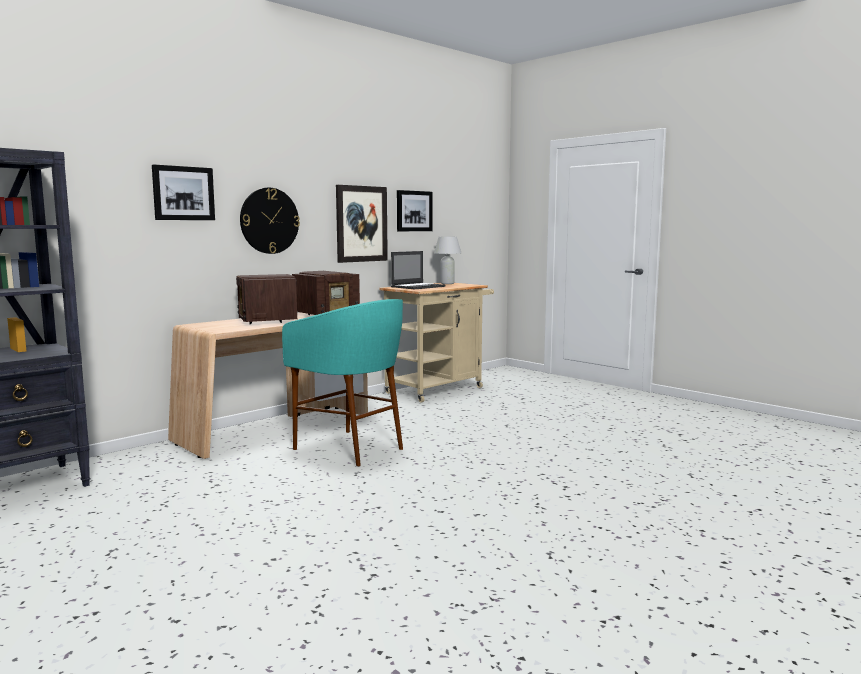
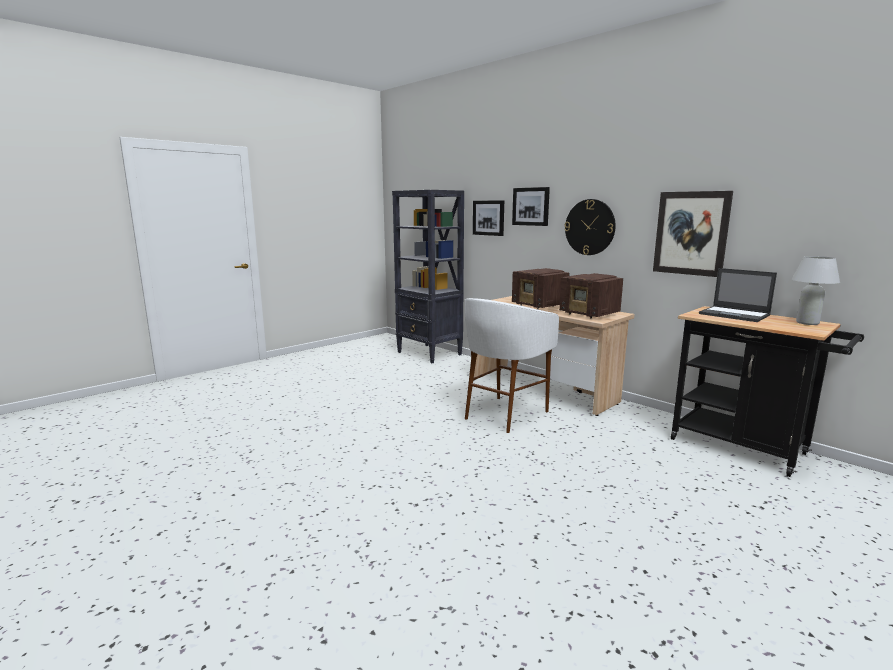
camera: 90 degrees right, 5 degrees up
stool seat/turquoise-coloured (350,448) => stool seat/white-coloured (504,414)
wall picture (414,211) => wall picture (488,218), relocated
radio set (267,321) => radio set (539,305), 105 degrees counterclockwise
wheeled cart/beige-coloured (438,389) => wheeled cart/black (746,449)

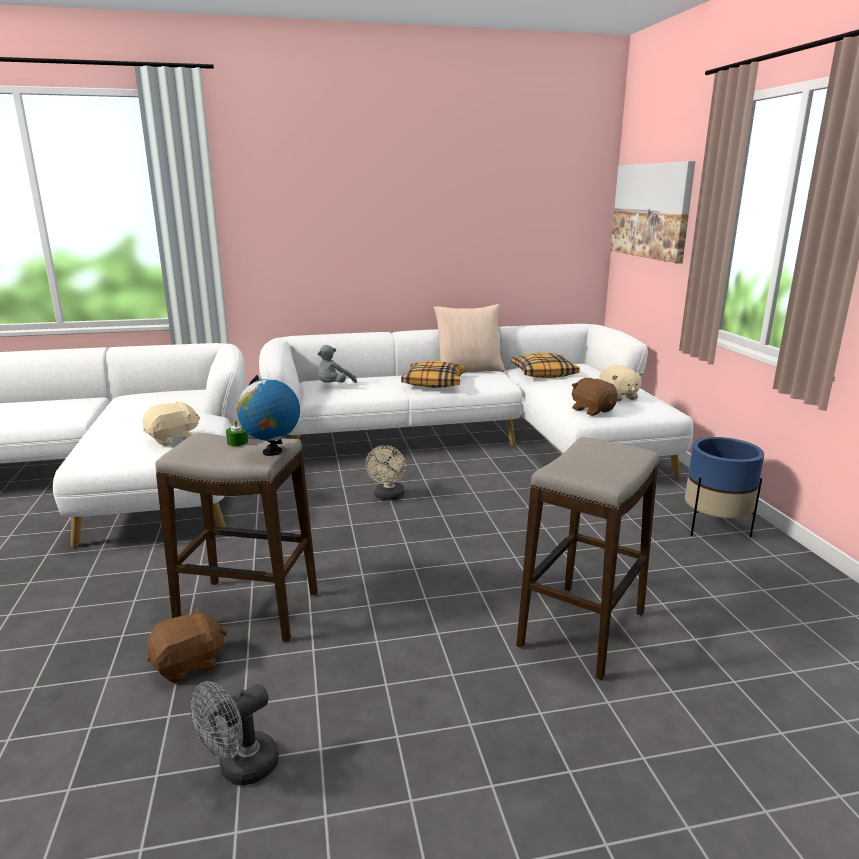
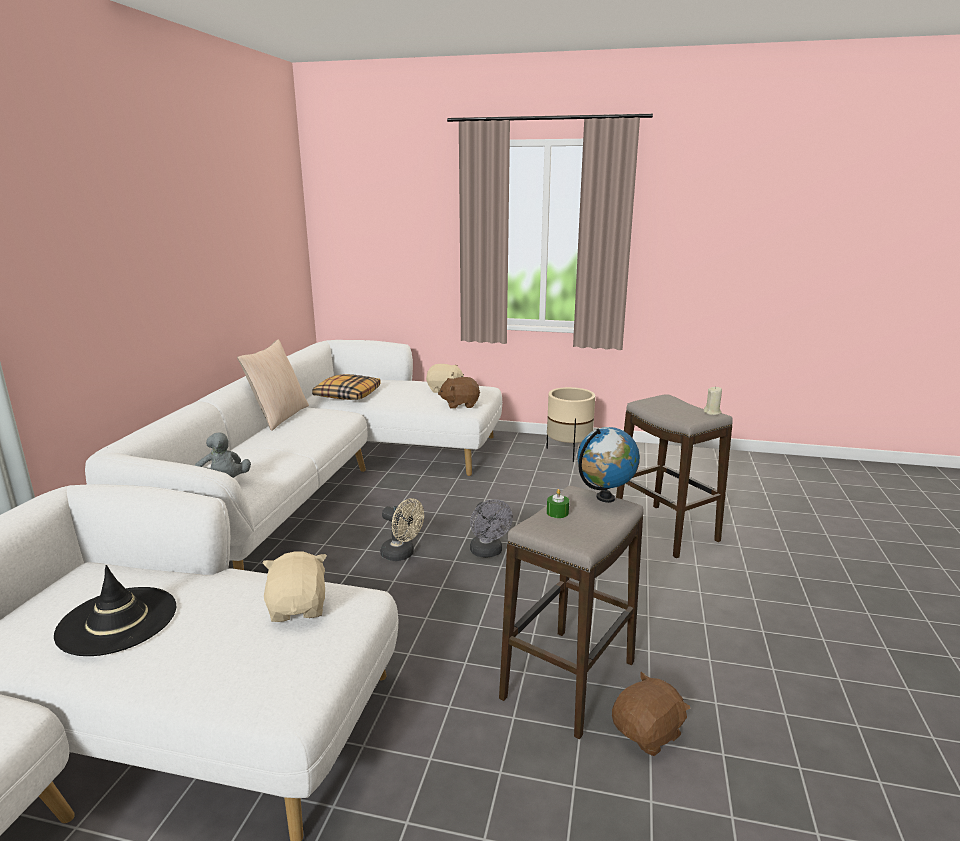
camera: 65 degrees left, 0 degrees up
nothing => hat/black (118,621)
cooling fan/gray (240,769) => cooling fan/gray (488,552), relocated
planter/blue (714,528) => planter/beige-coloured (568,452)
soft toy/brown-coloured (189,665) => soft toy/brown-coloured (648,733), 60 degrees clockwise
nothing => candle/beige-coloured (712,412)
cushion (434,382) => nothing
wall picture (651,211) => nothing

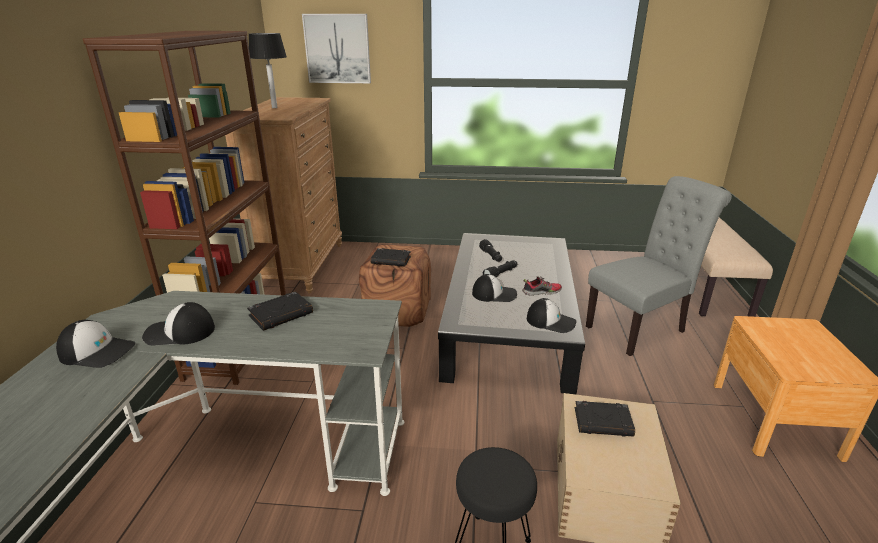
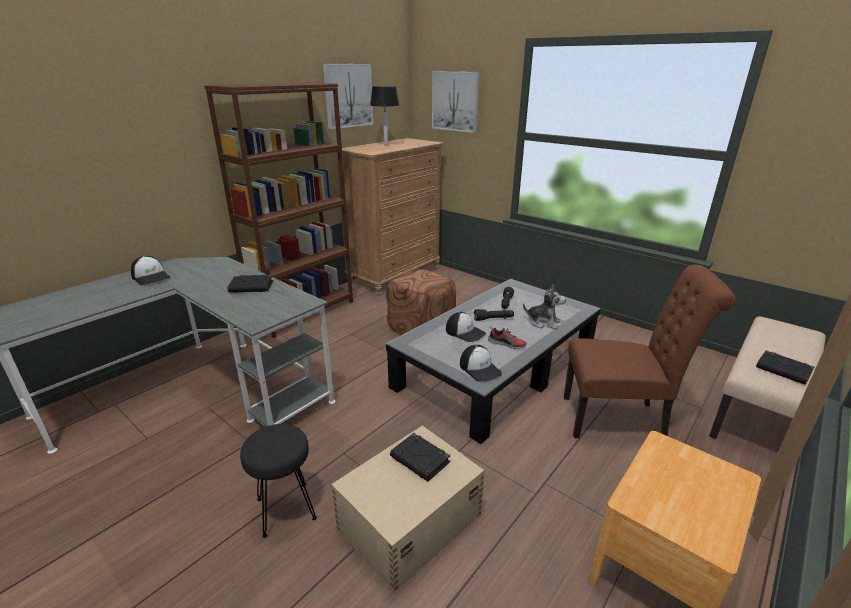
camera: 35 degrees right, 0 degrees up
nothing => wall picture (348,96)
nothing => soft toy (543,322)
chair/gray (640,328) => chair/brown-coloured (619,419)
volume/black (391,260) => volume/black (784,370), relocated
baseball cap (179,332) => nothing

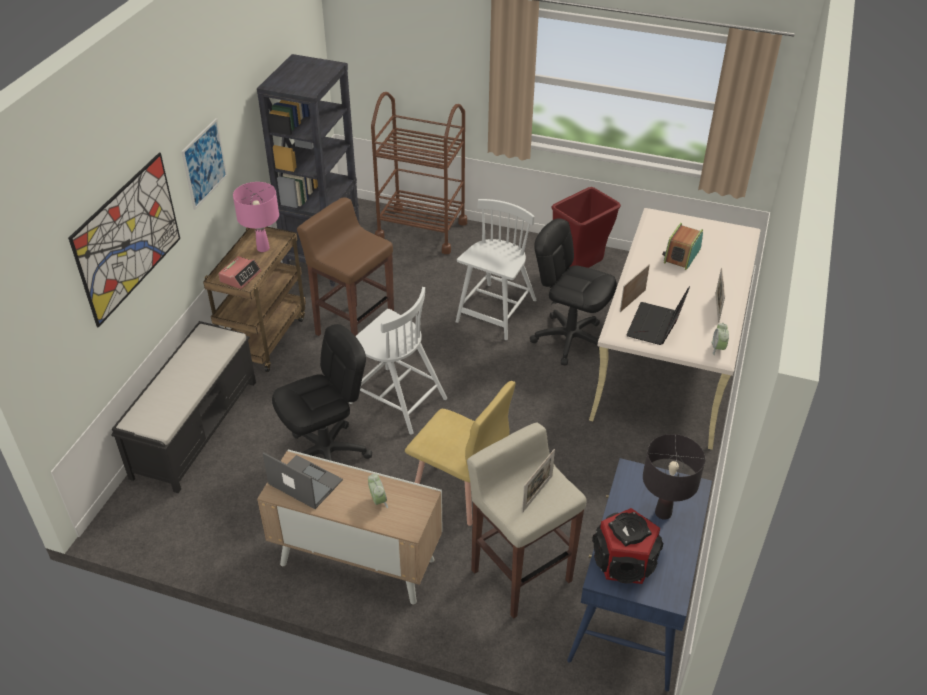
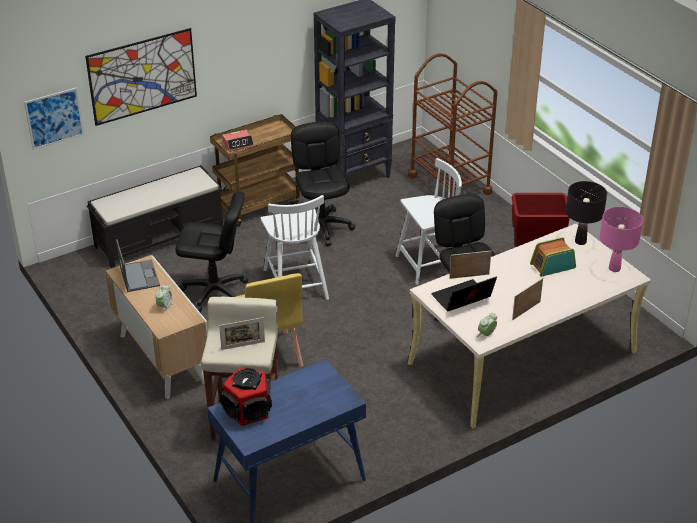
camera: 40 degrees right, 5 degrees down
wall picture (204,163) => wall picture (54,118), relocated
stool seat/brown-coloured (354,329) => computer chair/black (321,227)
table lamp/black (663,513) => table lamp/black (580,241), relocated
table lamp/pinkish (263,248) => table lamp/pinkish (614,268), relocated

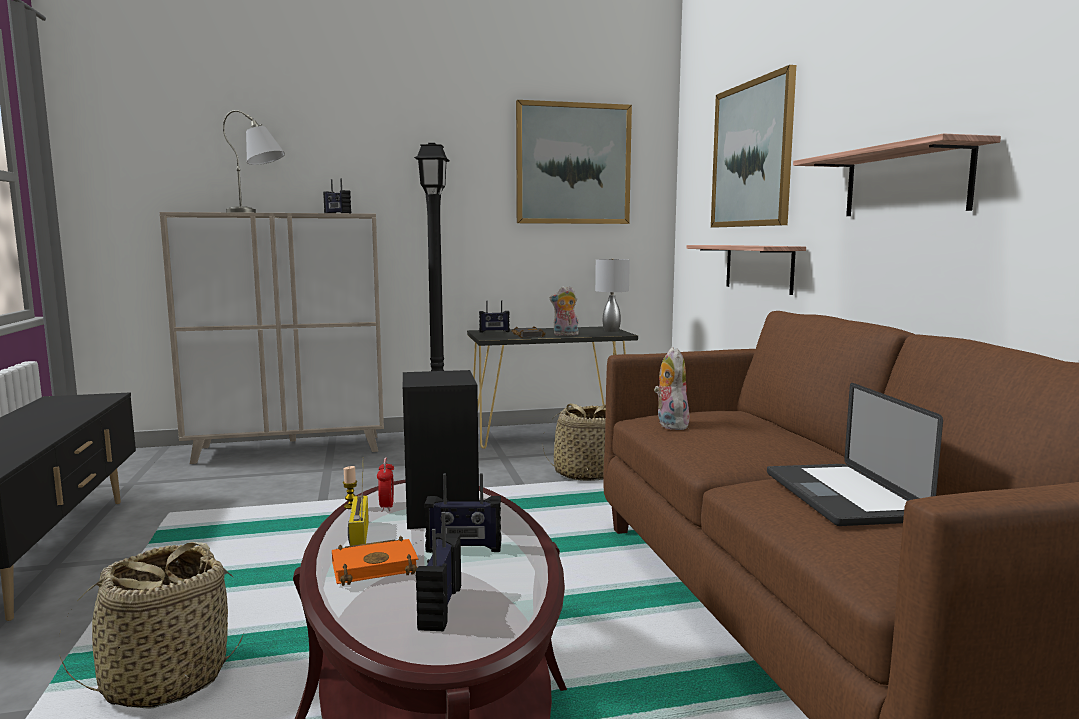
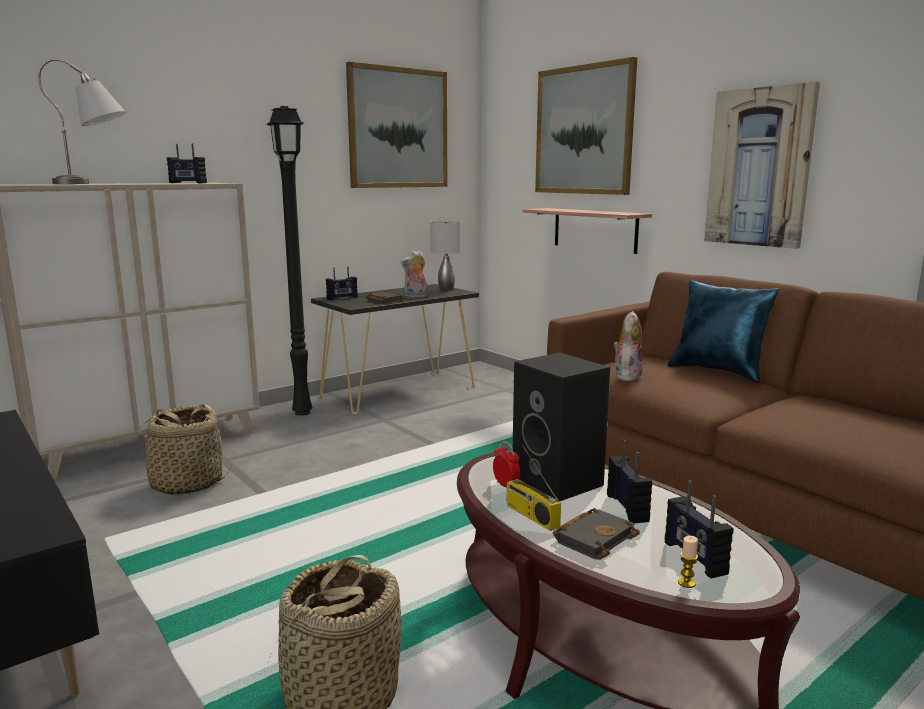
camera: 25 degrees left, 5 degrees up
household basket (584,474) => household basket (186,483), relocated
volume/orange (376,566) => volume/black (594,538)
radio set (463,548) => radio set (628,508), 75 degrees counterclockwise
soft toy (669,425) => soft toy (626,376), 60 degrees clockwise
nothing => cushion/blue (718,372)
candle (351,506) => candle (686,583), relocated
wall shelf (905,182) => wall picture (759,168)
portable computer (842,496) => nothing

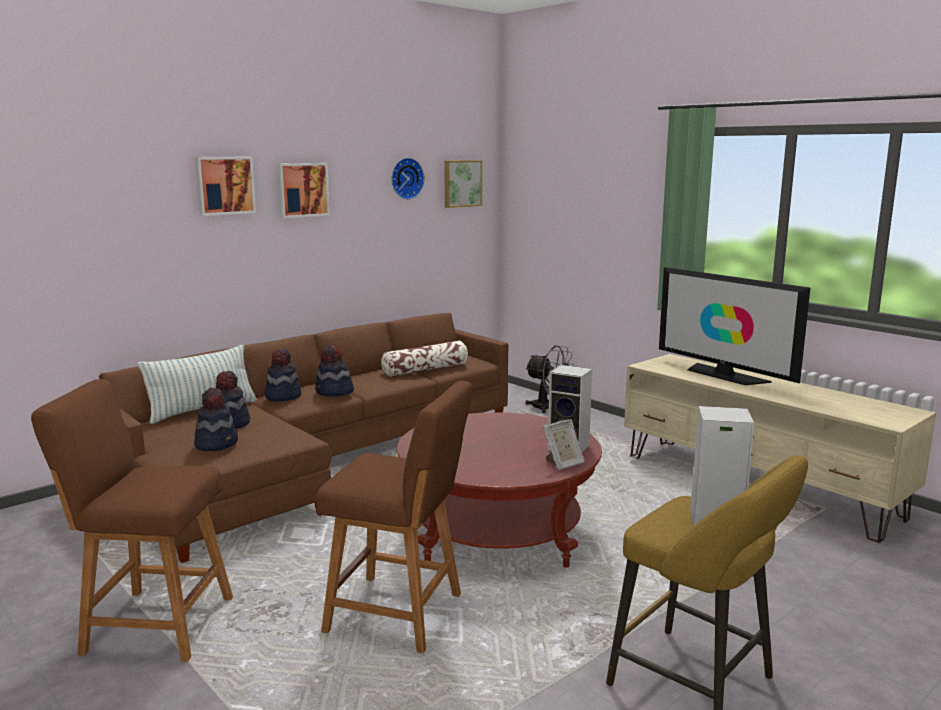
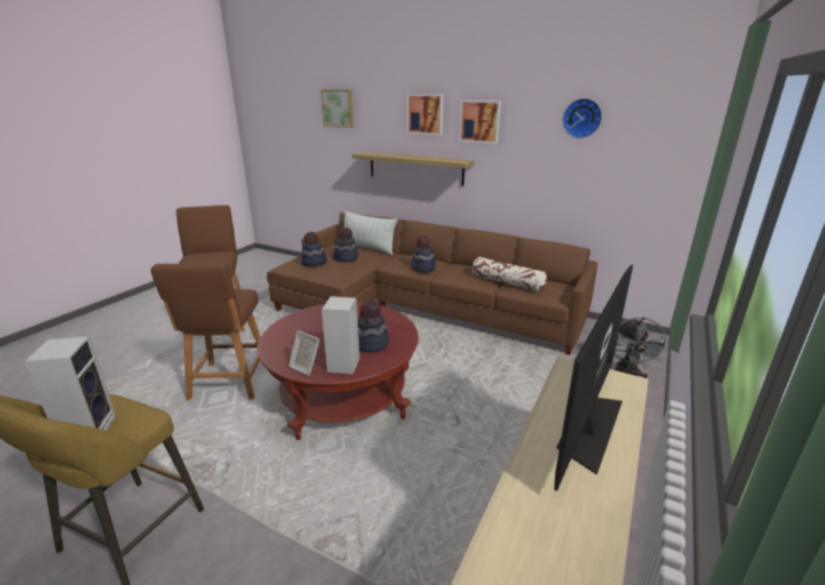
camera: 70 degrees right, 10 degrees up
wall picture (461,183) => wall picture (338,108), relocated
nothing => wall shelf (415,168)
hat (282,396) => hat (370,344), relocated

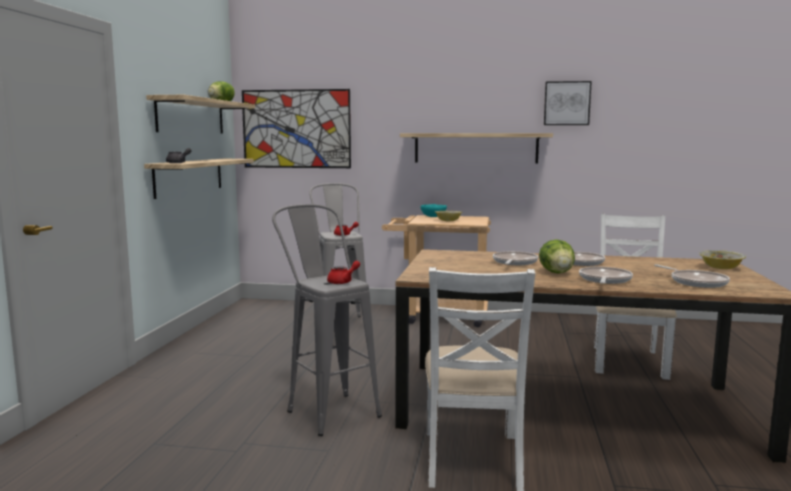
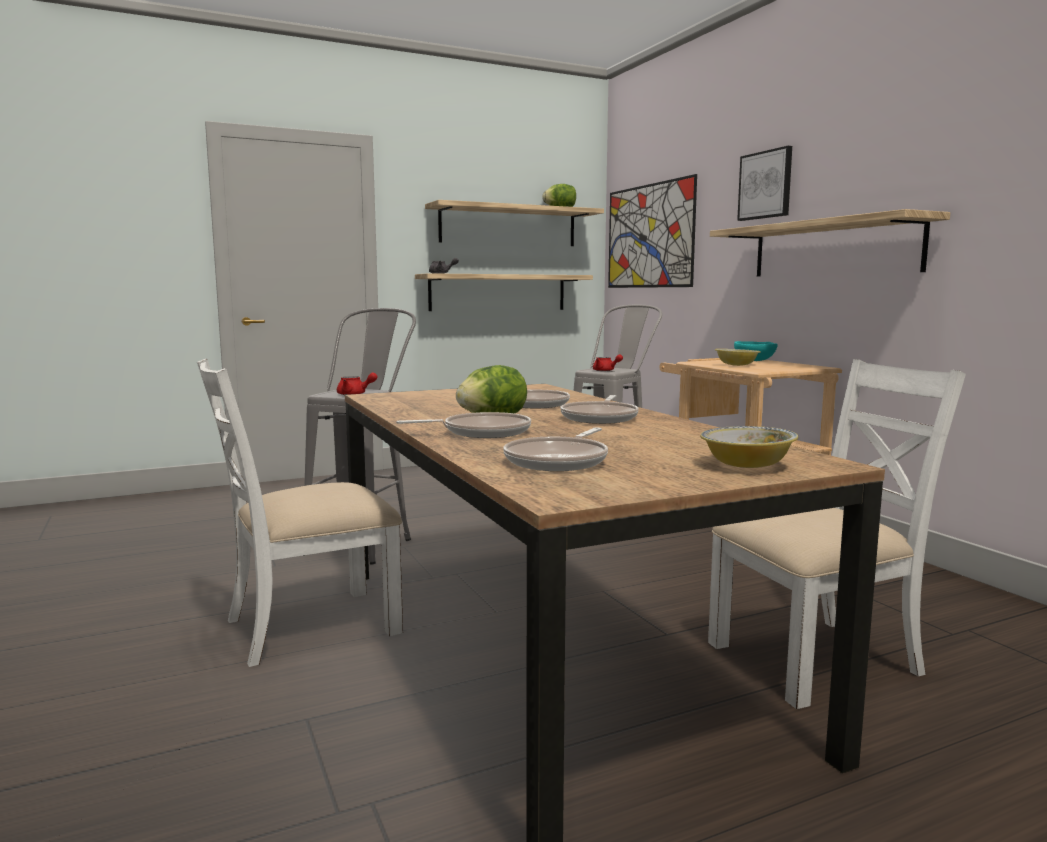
camera: 55 degrees right, 0 degrees up
wall picture (567,103) => wall picture (765,185), relocated

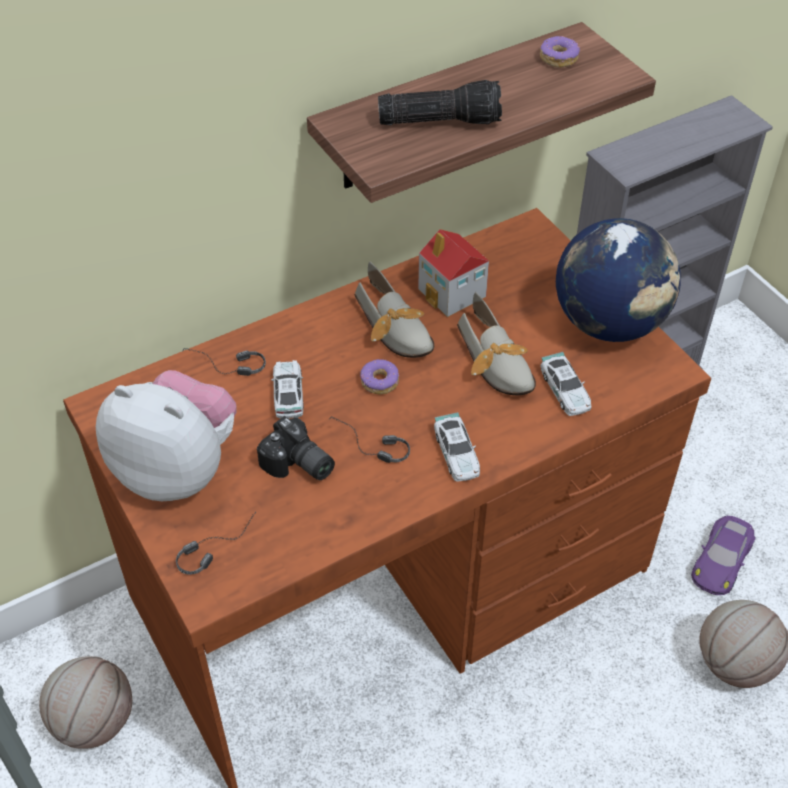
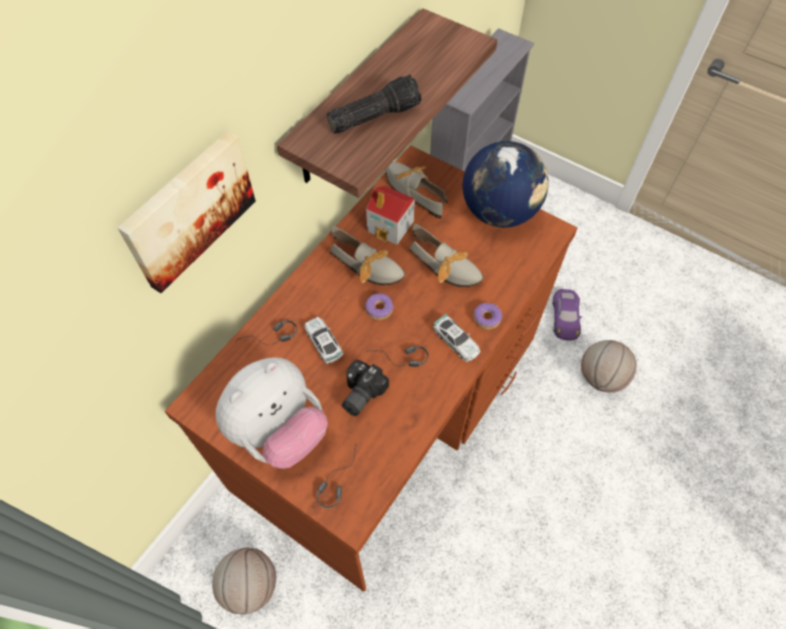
camera: 25 degrees left, 10 degrees up
nothing => wall picture (188,209)
soft toy (178,469) => soft toy (279,430), 135 degrees clockwise
photo camera (298,466) => photo camera (359,393), 105 degrees clockwise
nothing => low shoe (413,190)
ring doughnut (558,58) => ring doughnut (486,318), relocated
model car (565,390) => nothing

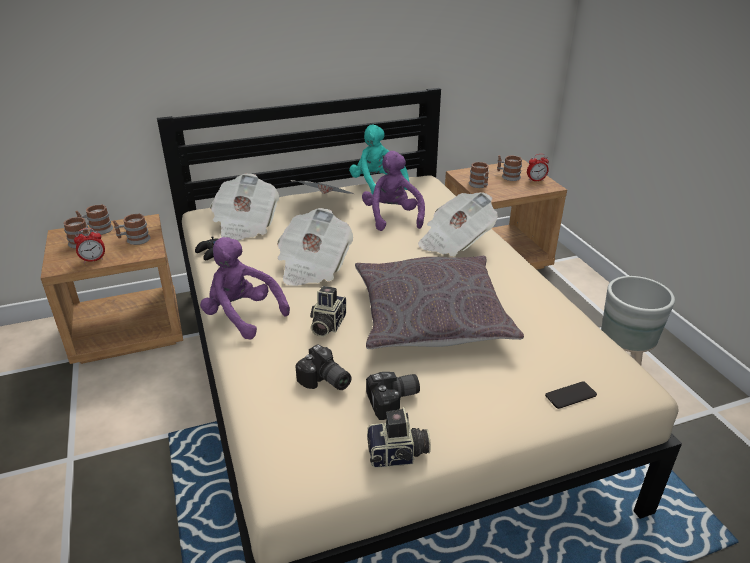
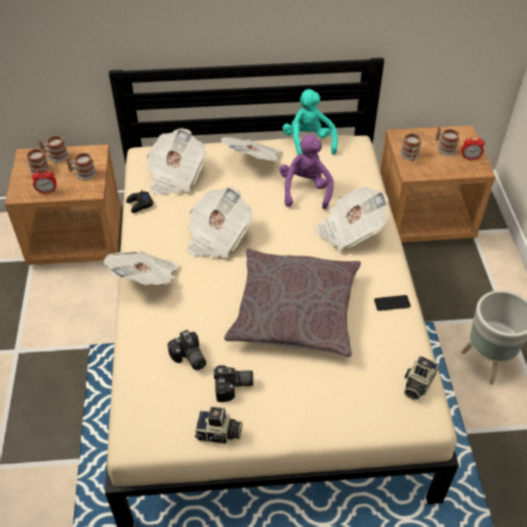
camera: 15 degrees right, 15 degrees up
soft toy/purple (242,316) => printed paper (146,279)
phone (570,395) => phone (392,303), relocated
photo camera (327,325) => photo camera (417,384), relocated

